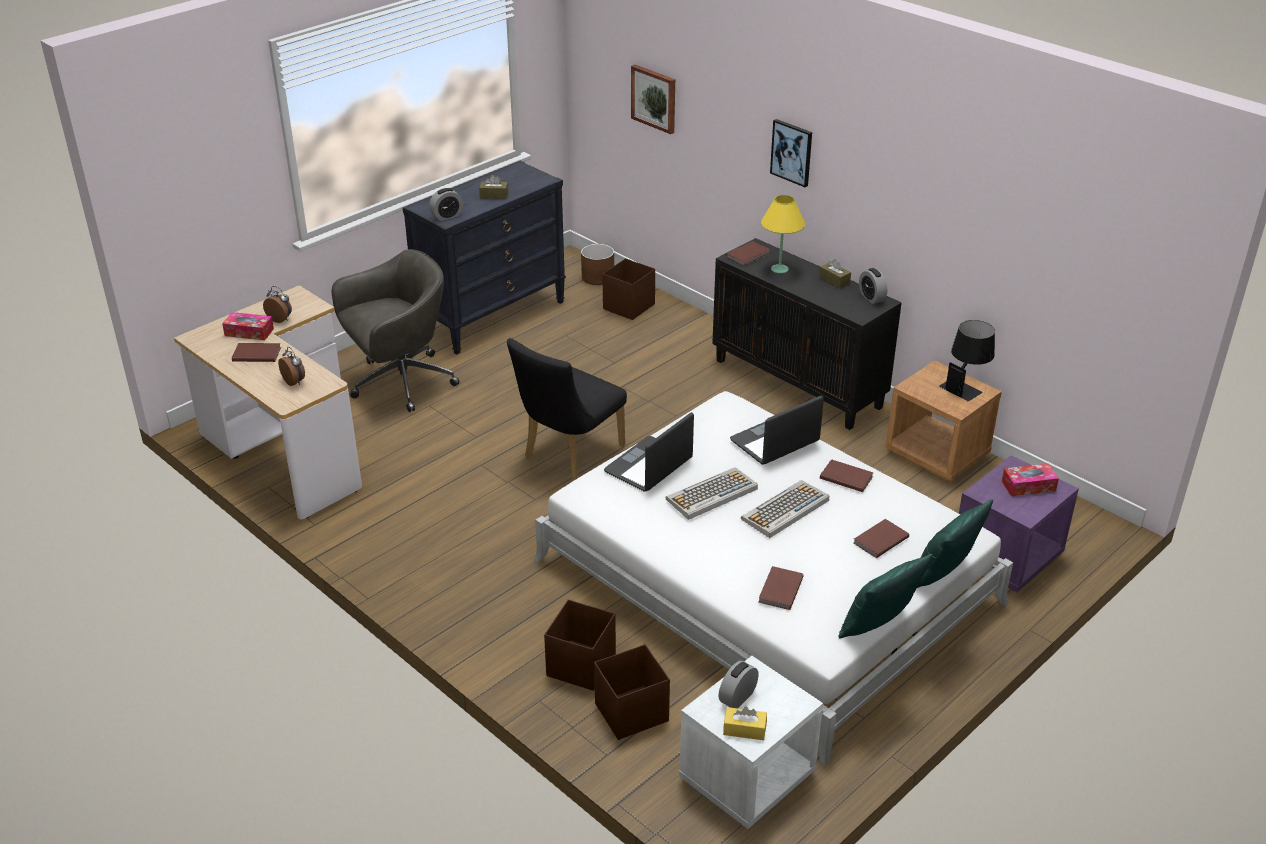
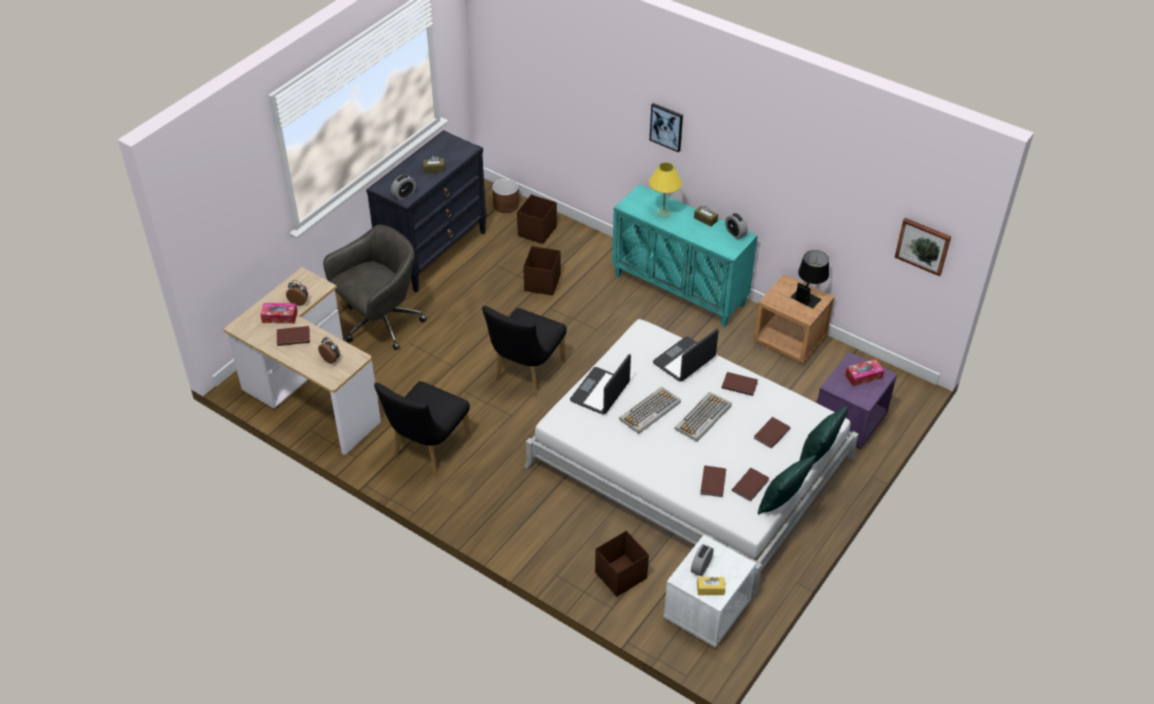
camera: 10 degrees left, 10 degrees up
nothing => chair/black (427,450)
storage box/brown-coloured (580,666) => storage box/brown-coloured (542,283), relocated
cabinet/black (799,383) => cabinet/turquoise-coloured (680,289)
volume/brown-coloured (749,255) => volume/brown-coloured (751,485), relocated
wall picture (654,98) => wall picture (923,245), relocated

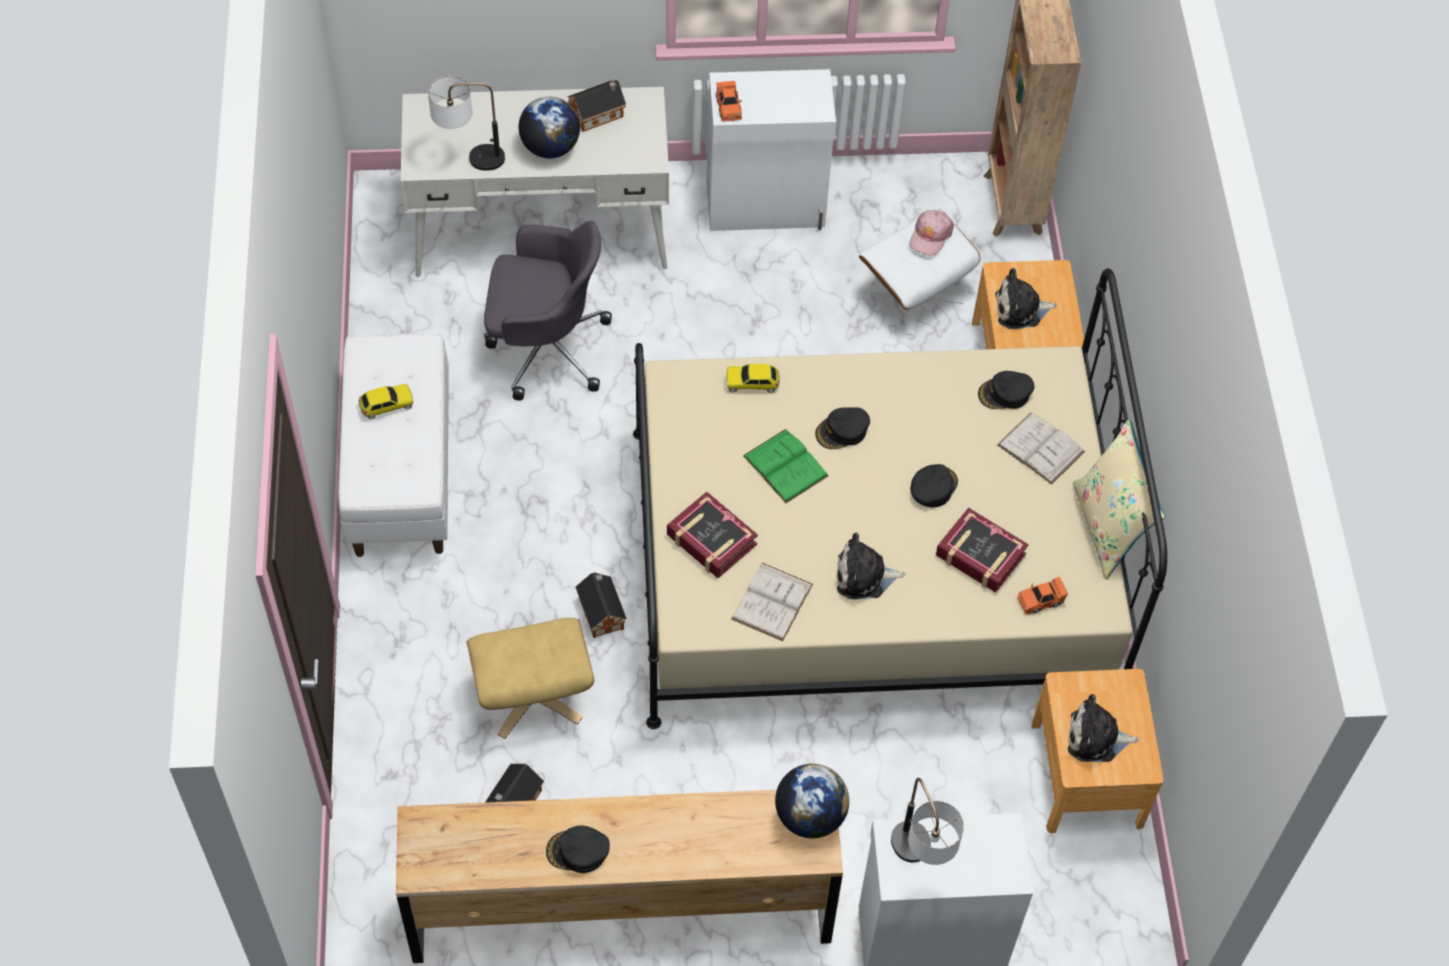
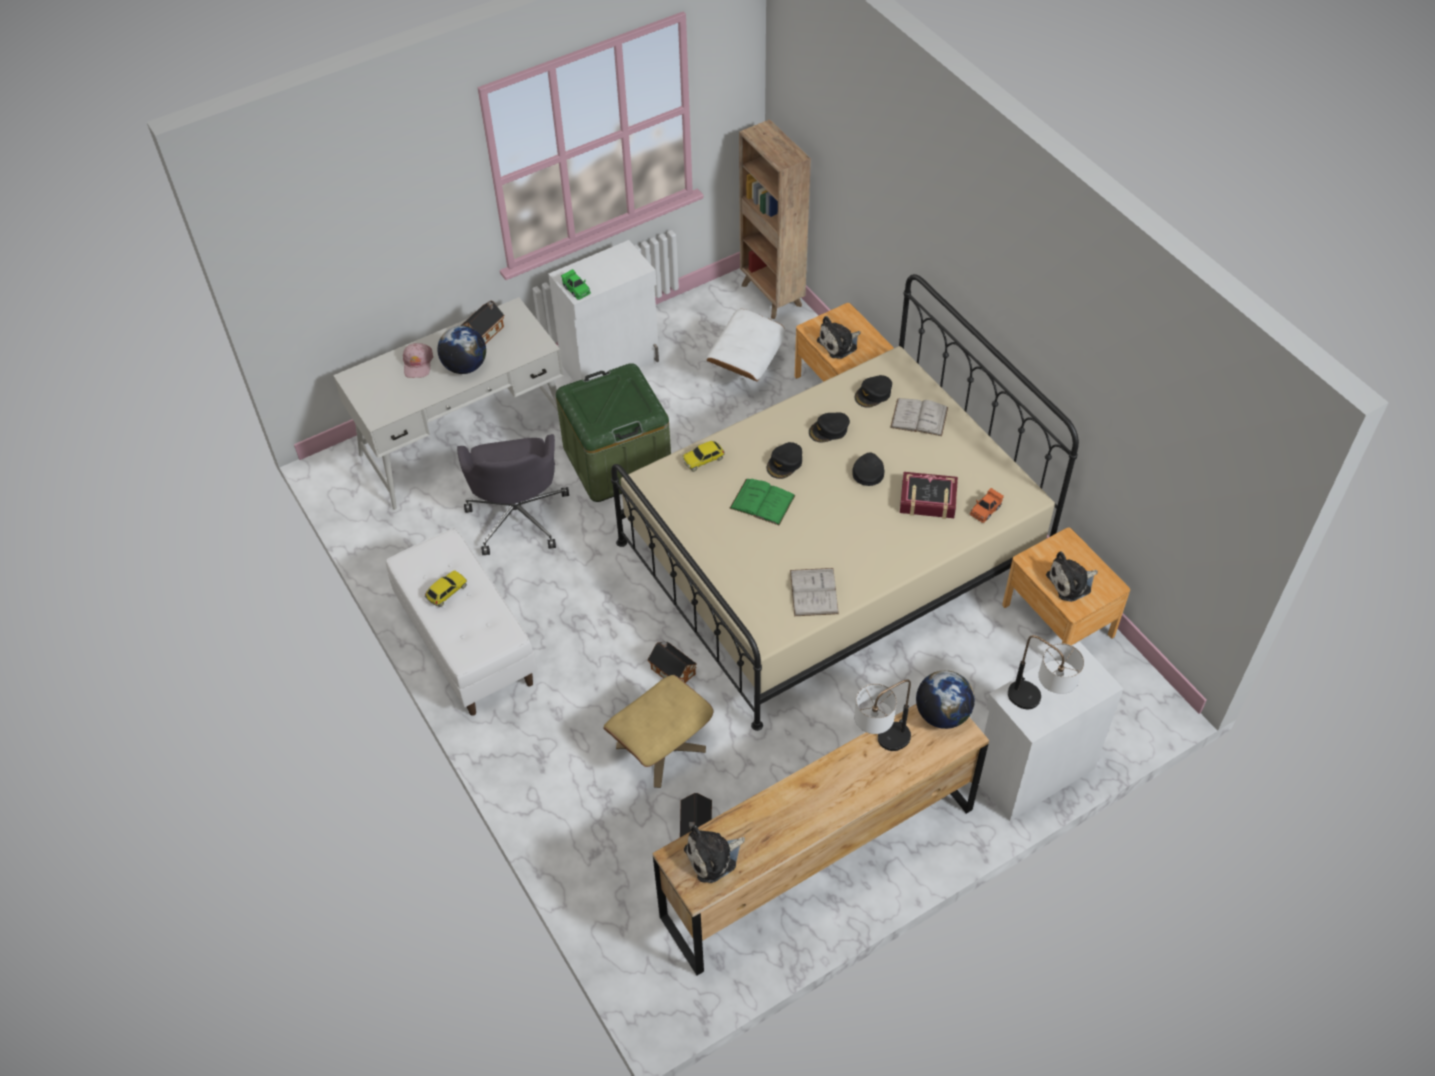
camera: 25 degrees left, 5 degrees down
baseball cap/pinkish (930,236) => baseball cap/pinkish (418,364), relocated
computer chair/gray (545,347) => computer chair/gray (518,516), 105 degrees clockwise
nothing => storage box/green-coloured (617,460)
model car/orange (728,107) => model car/green-coloured (576,289)
soft toy (864,576) => soft toy (713,857), relocated
baseball cap/black (578,852) => baseball cap/black (829,430), relocated
table lamp (469,158) => table lamp (880,745), relocated
volume (711,540) => nothing
cushion/beige-coloured (1108,527) => nothing

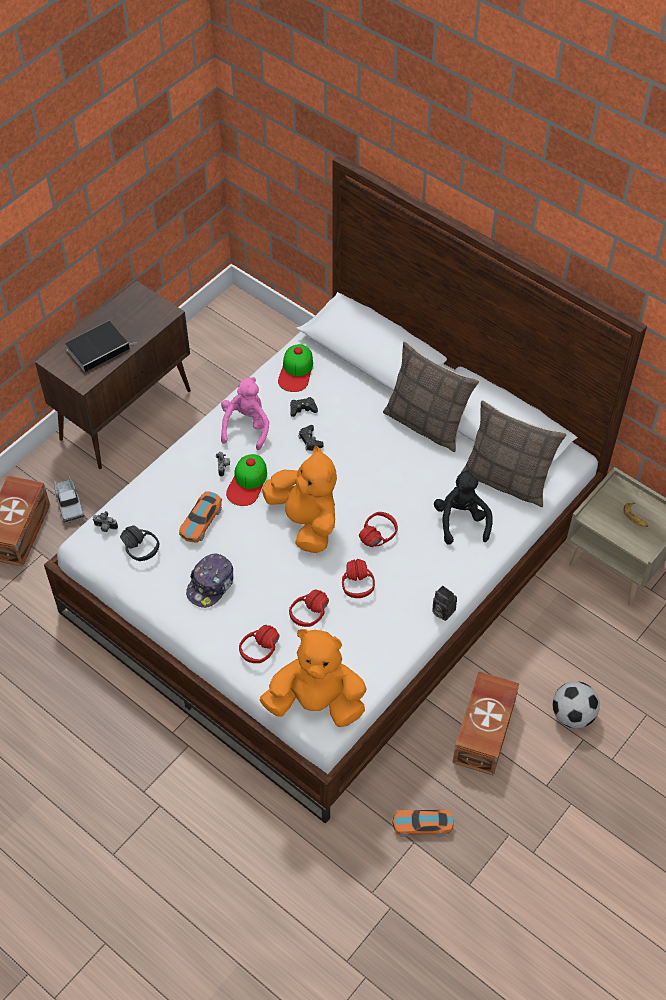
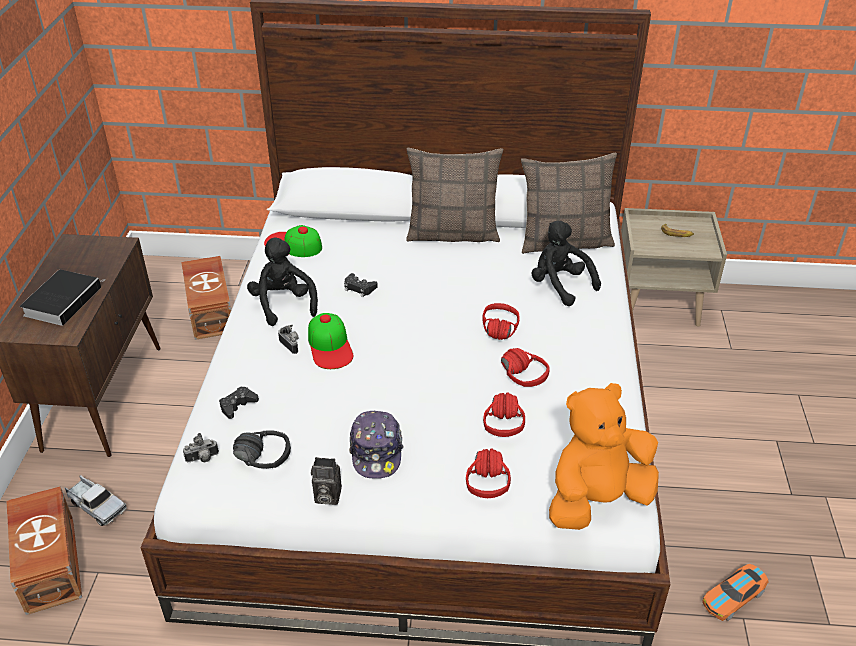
camera: 35 degrees left, 15 degrees down
storage box/brown-coloured (485,731) => storage box/brown-coloured (211,311), relocated
game controller/black (302,409) => game controller/black (238,405), relocated
soft toy/pinkish (246,426) => soft toy/black (283,304)
baseball cap (296,371) => baseball cap (293,245), 135 degrees clockwise
photo camera (441,611) => photo camera (326,496), relocated
model car (201,521) => nothing
soft toy/orange (305,521) => nothing
ball for football (572,715) => nothing

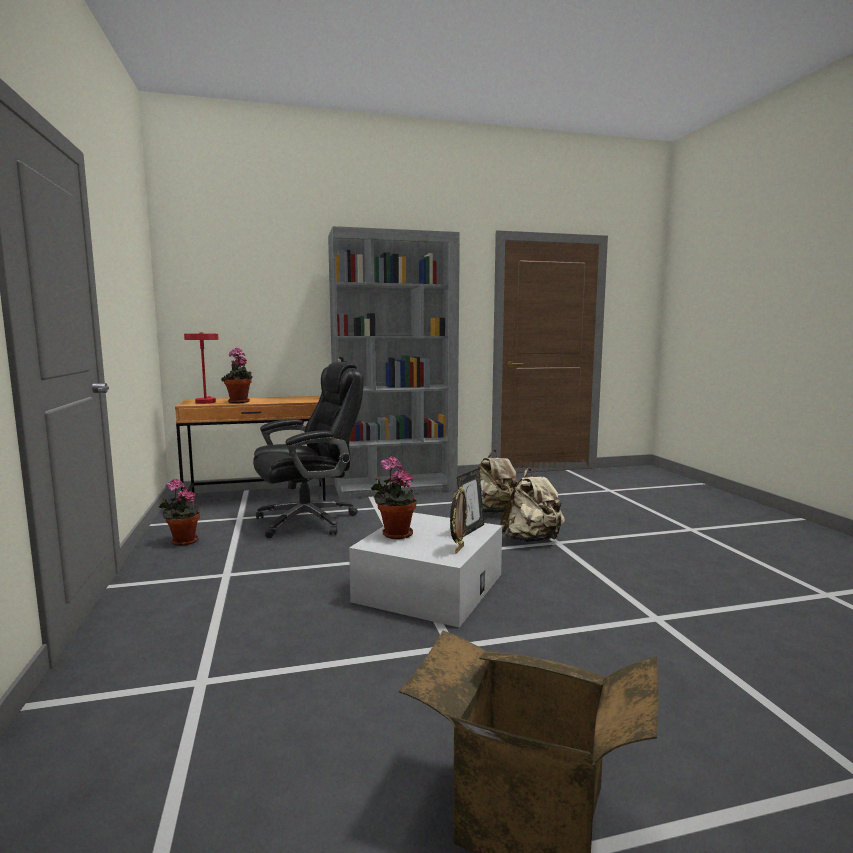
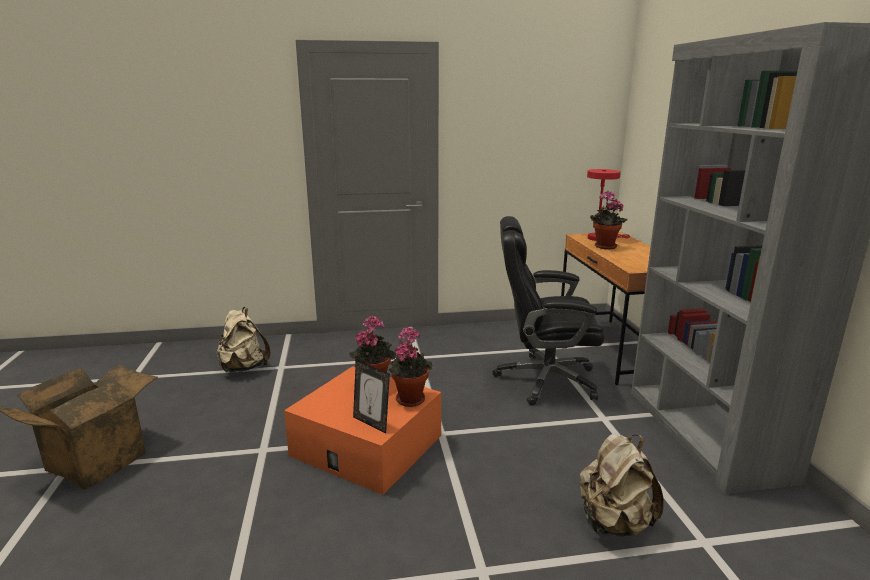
camera: 95 degrees right, 10 degrees up
backpack/beige-coloured (531,540) => backpack/beige-coloured (243,368), relocated
storage box/white-coloured (429,587) => storage box/orange (367,445)
potted plant (182,542) => potted plant (410,398), relocated
computer chair/black (309,521) => computer chair/black (544,380), 120 degrees clockwise
picture frame (458,549) => nothing

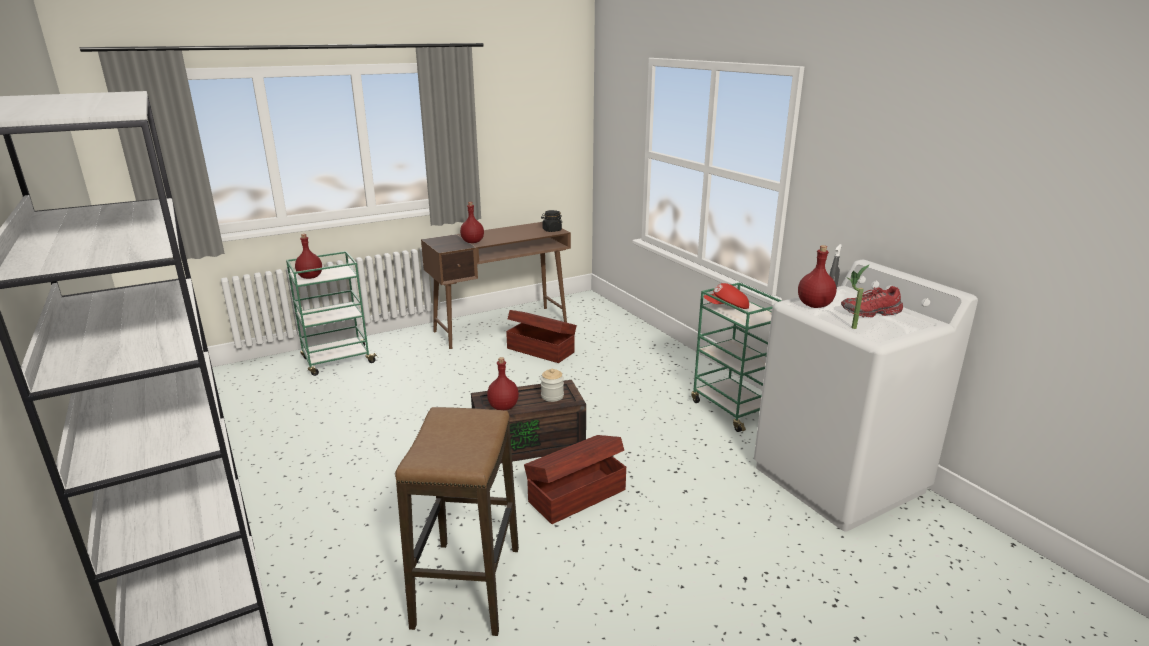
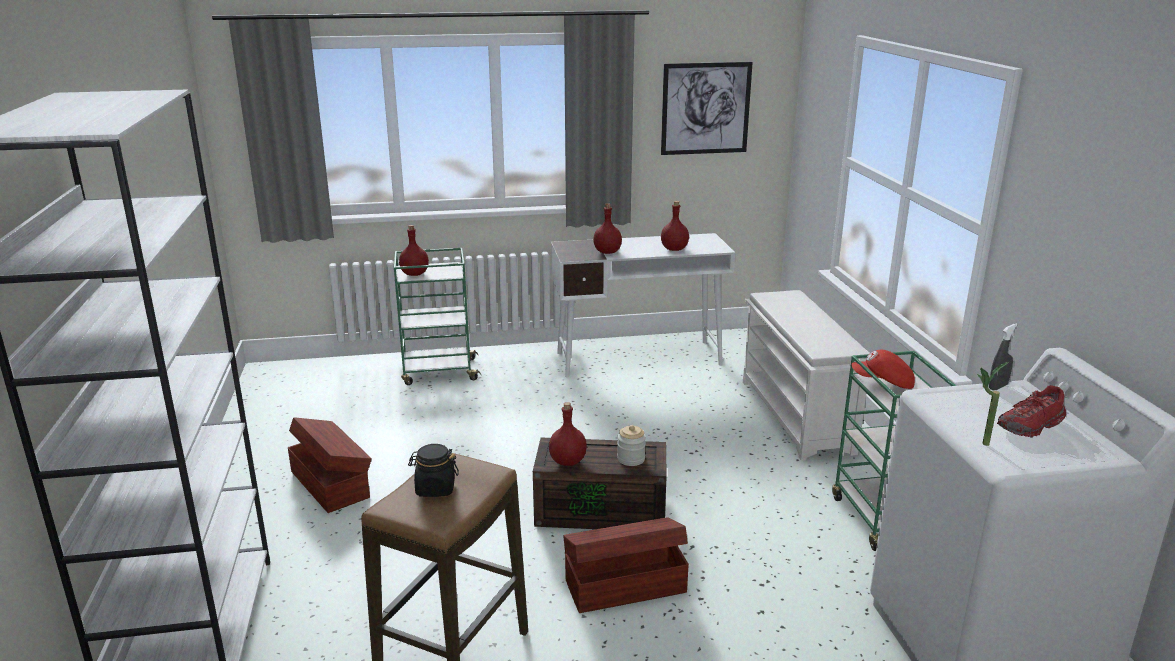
camera: 20 degrees right, 0 degrees up
storage box/brown-coloured (540,350) => storage box/brown-coloured (331,483), relocated
preserve jar/black (551,230) => preserve jar/black (435,488), relocated
desk table/brown-coloured (501,326) => desk table/white-coloured (639,358)
nothing => wall picture (705,108)
bottle/reddish (815,305) => bottle/reddish (674,249), relocated
nothing => shoe rack/white-coloured (797,416)
low shoe/reddish (871,313) => low shoe/reddish (1030,427), 45 degrees counterclockwise

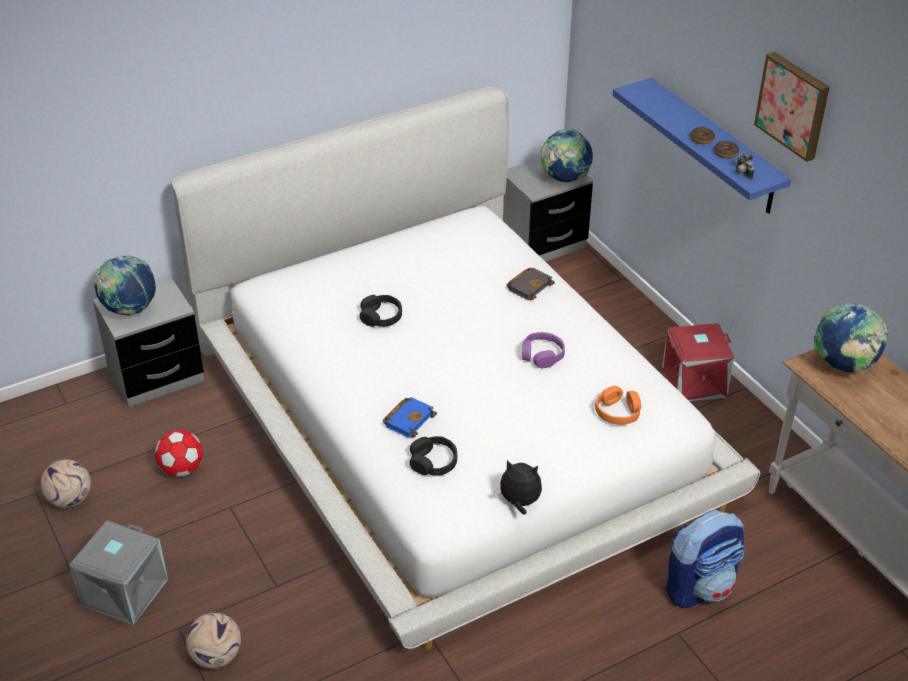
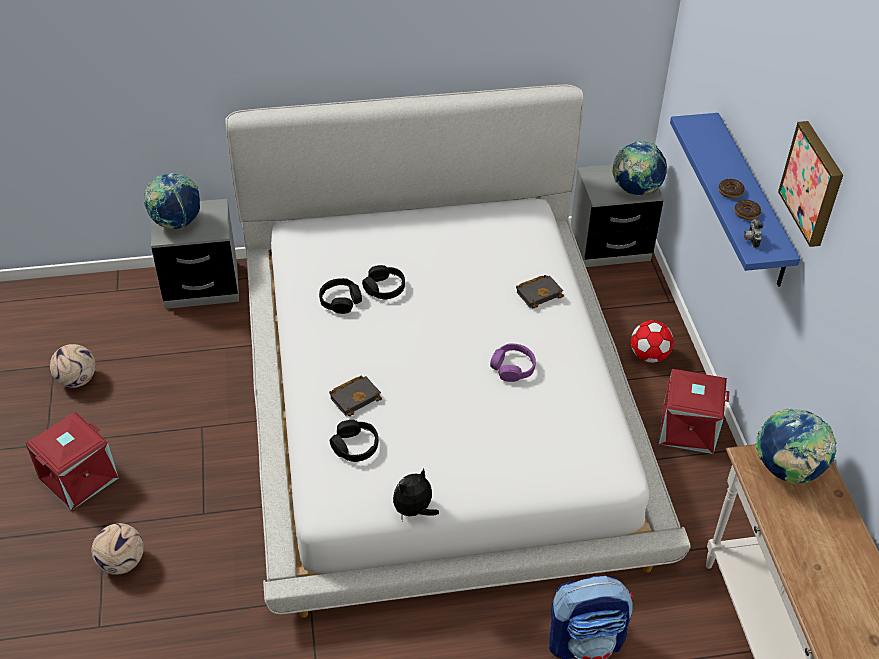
camera: 20 degrees right, 5 degrees up
storage box/gray (123,591) => storage box/reddish (78,477)
nothing => headphones/black (340,301)
volume/blue (409,419) => volume/black (355,397)
soft toy (519,503) => soft toy (414,510), 75 degrees counterclockwise
ball for football (182,469) => ball for football (649,356), relocated
headphones/orange (618,412) => nothing

